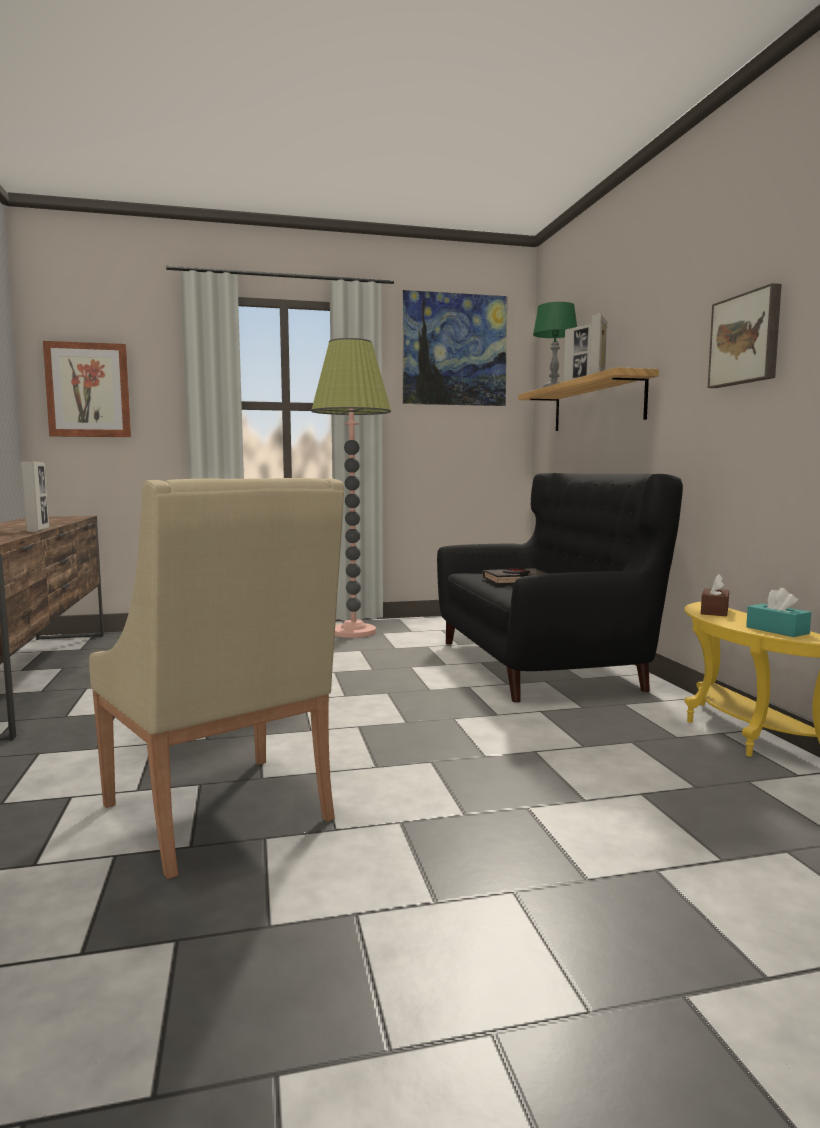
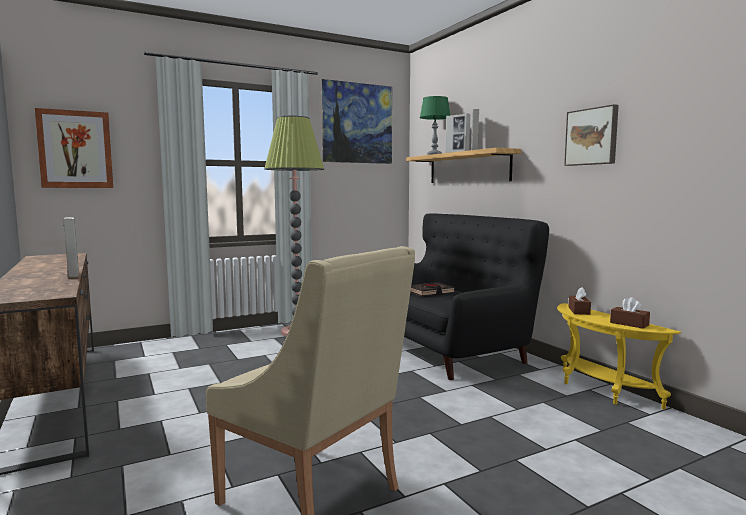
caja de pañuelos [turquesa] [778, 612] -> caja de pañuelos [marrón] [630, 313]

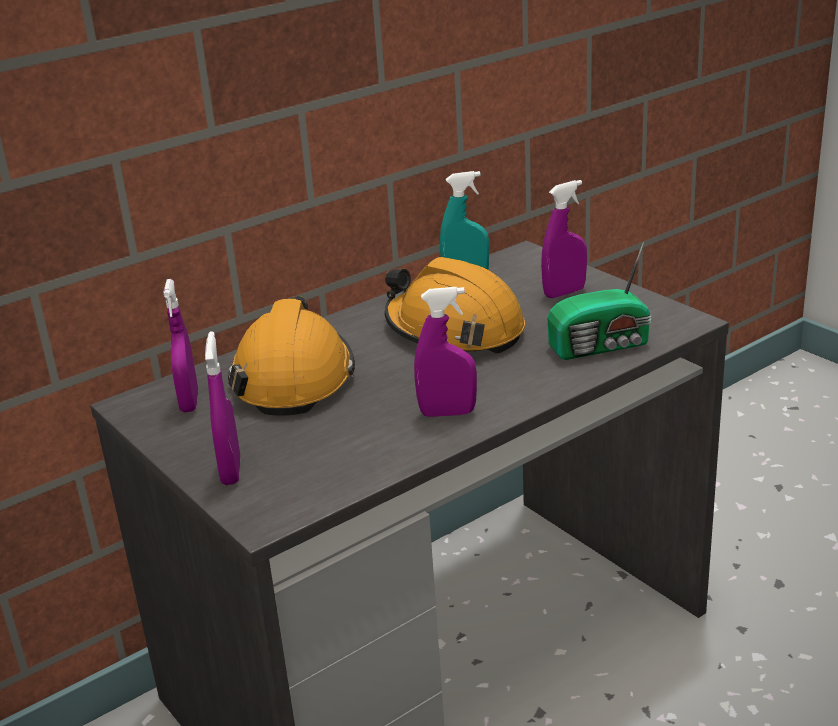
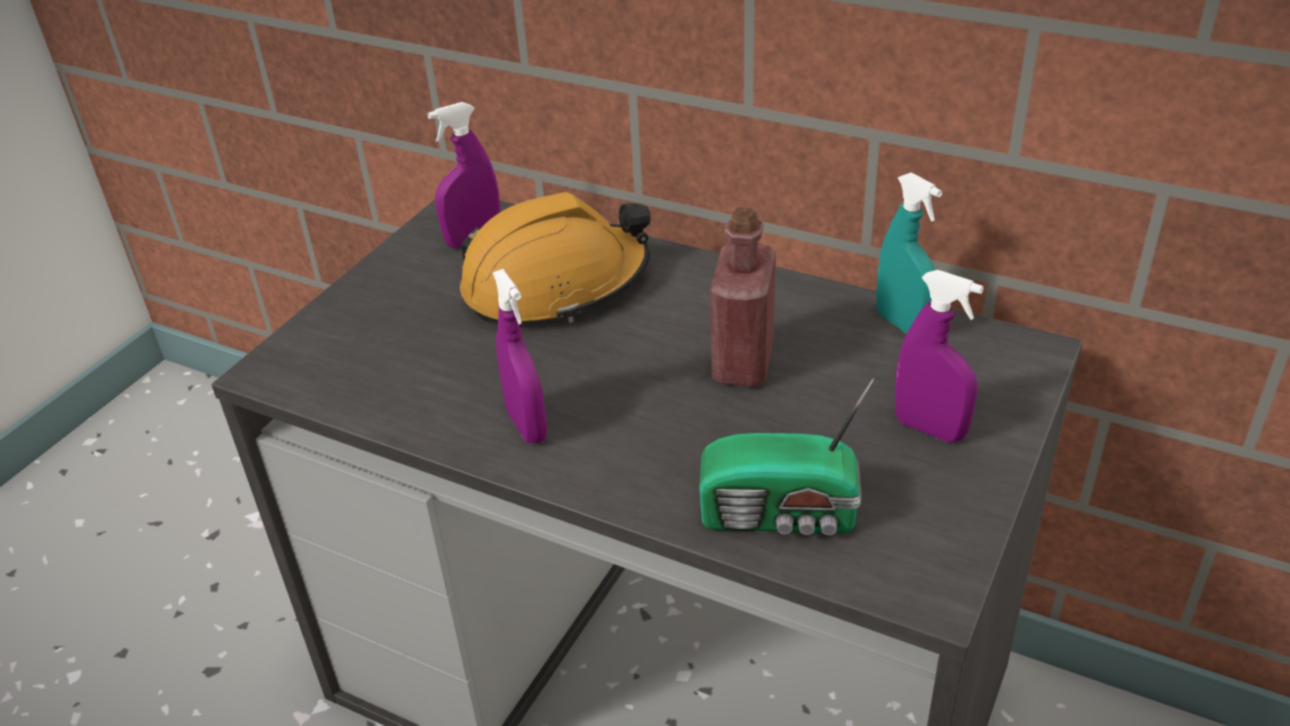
radio [599, 301] -> radio [786, 456], 45 degrees counterclockwise
casco [naranja] [455, 305] -> botella [rojo] [743, 297]
pulverizador [morado] [222, 408] -> none

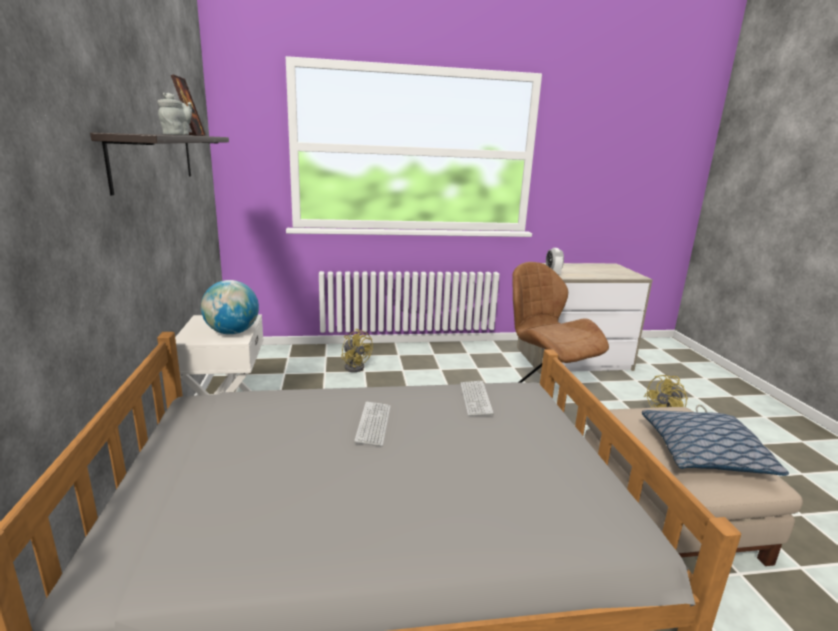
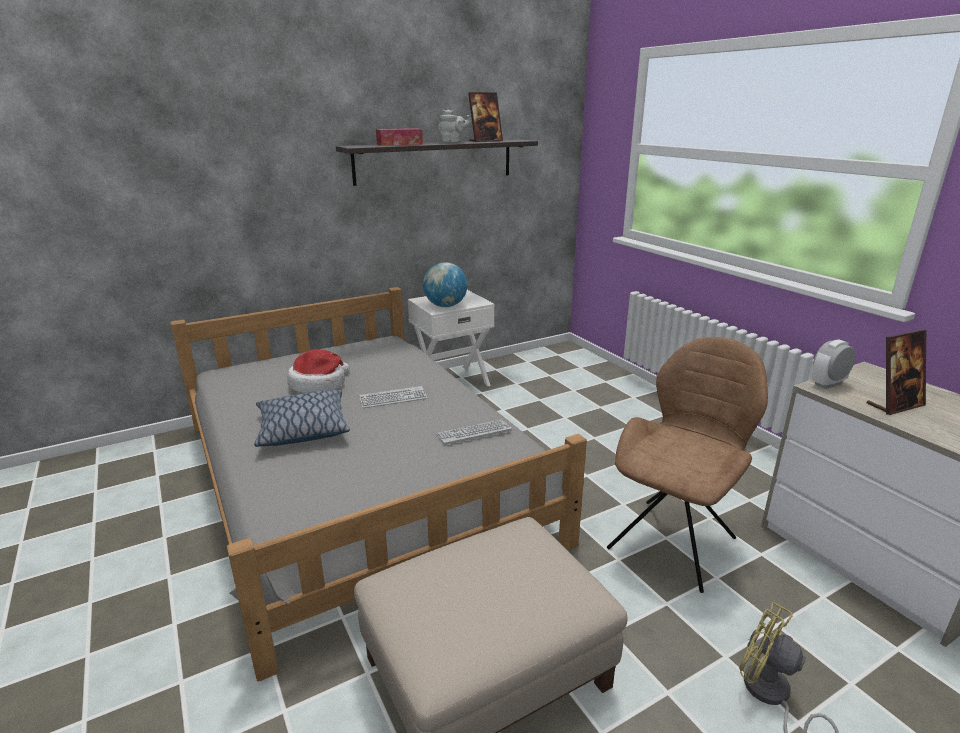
ventilador [amarillo] [357, 350] -> none
cojín [715, 443] -> cojín [302, 418], moved
none -> caja de pañuelos [399, 137]
none -> portarretratos [896, 372]
none -> sombrero [318, 371]

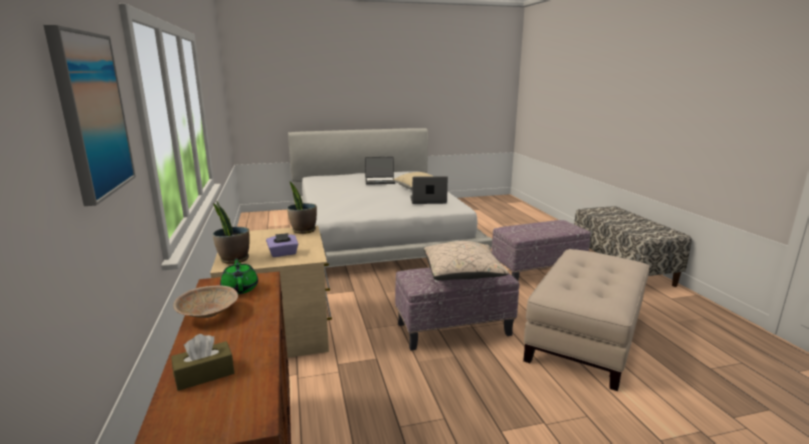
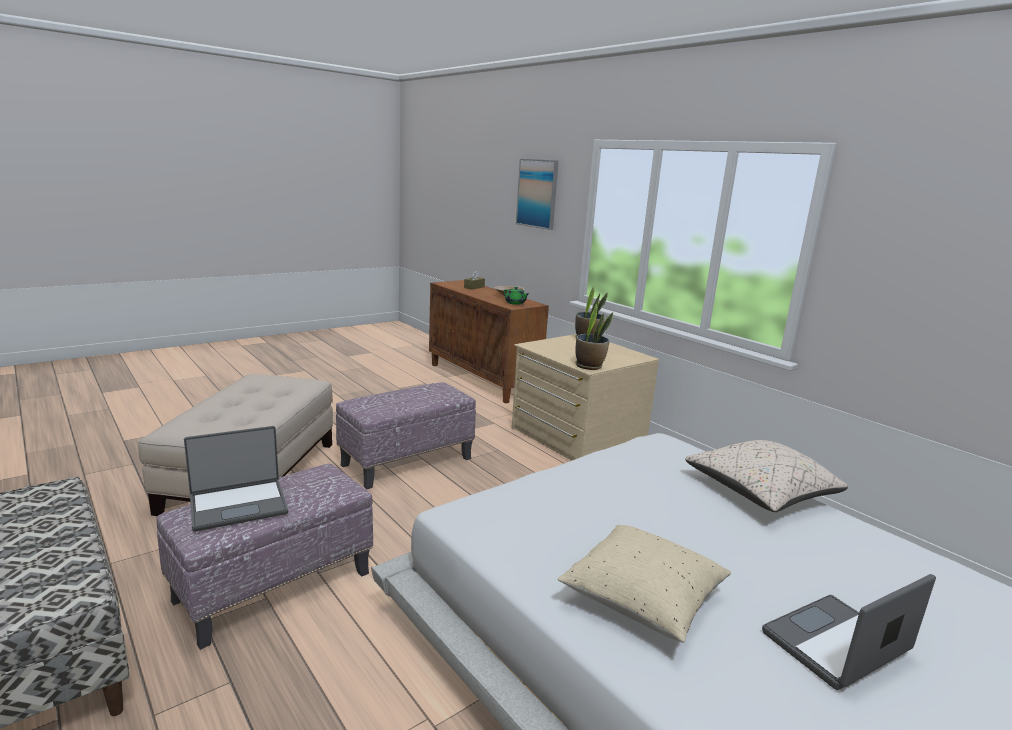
portátil [429, 190] -> portátil [236, 479], moved
caja de pañuelos [morado] [282, 245] -> none
cojín [beis] [466, 261] -> cojín [beis] [766, 476], moved

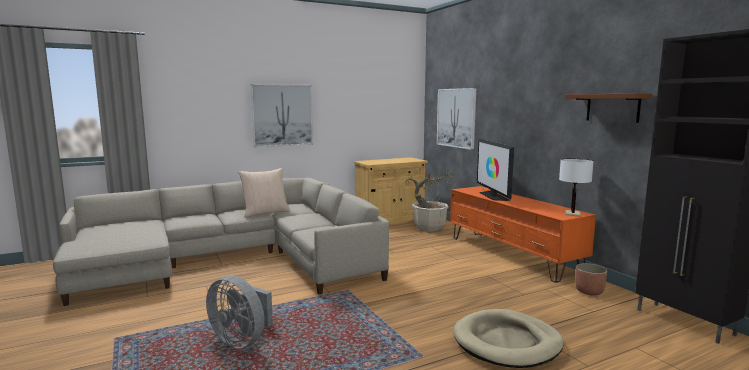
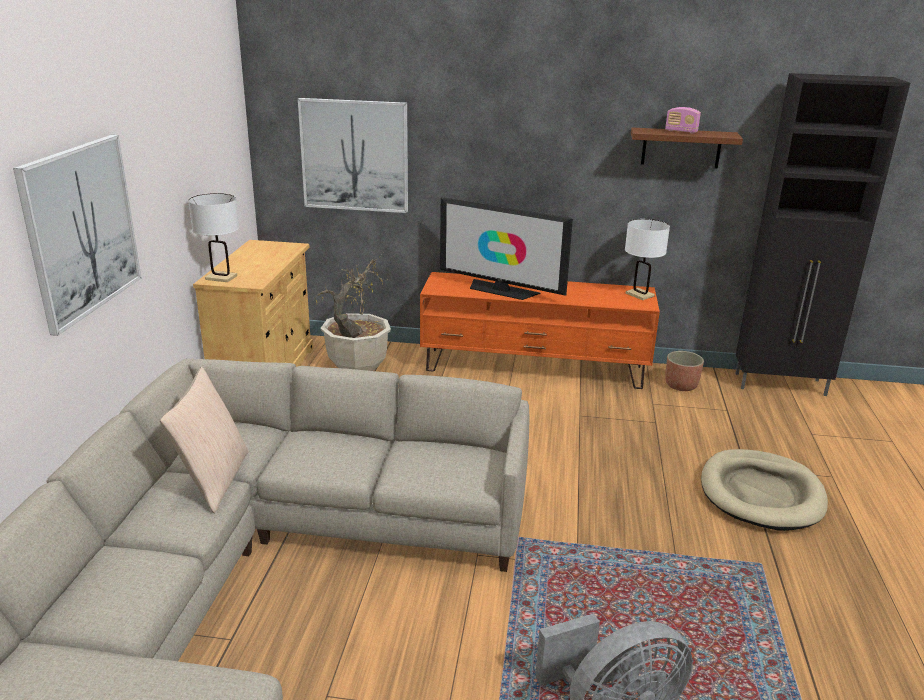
none -> radio [683, 120]
none -> lámpara de mesa [blanco] [213, 237]

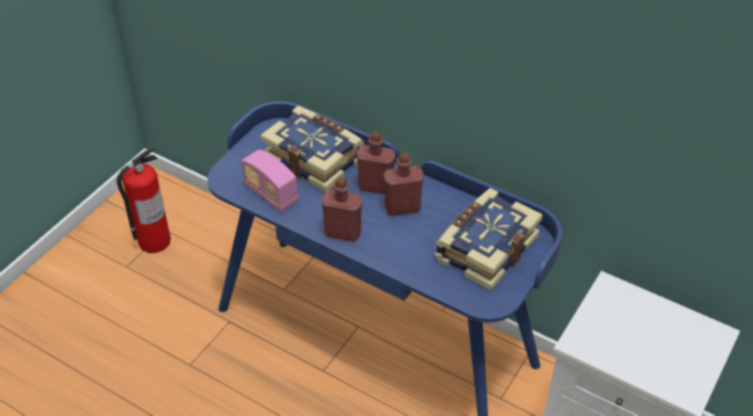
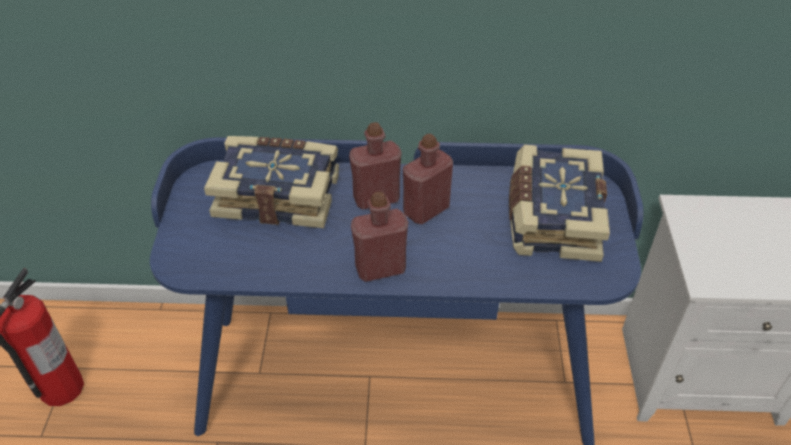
radio [270, 181] -> none

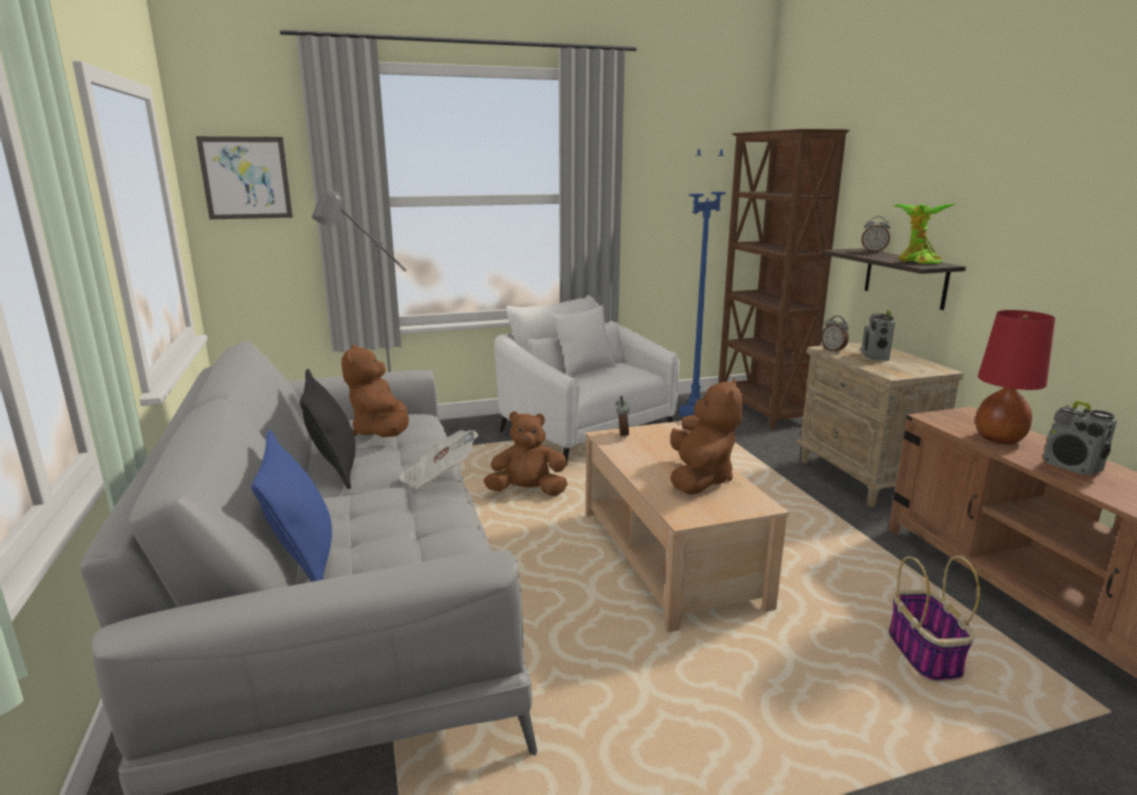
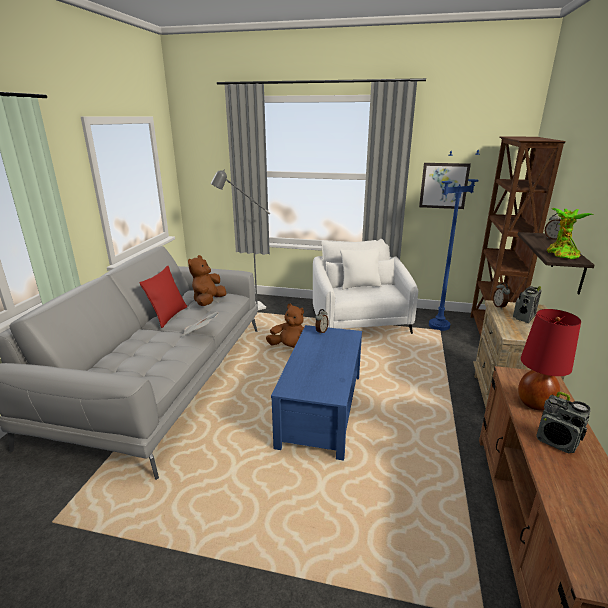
cuadro [244, 177] -> cuadro [445, 186], moved
cojín [negro] [328, 429] -> cojín [rojo] [163, 297]
peluche [marrón] [706, 436] -> none
radio [1080, 438] -> radio [563, 422], 45 degrees counterclockwise
mesa de centro [beis] [687, 527] -> mesa de centro [azul] [316, 393]
cojín [azul] [291, 506] -> none
cesta [934, 619] -> none

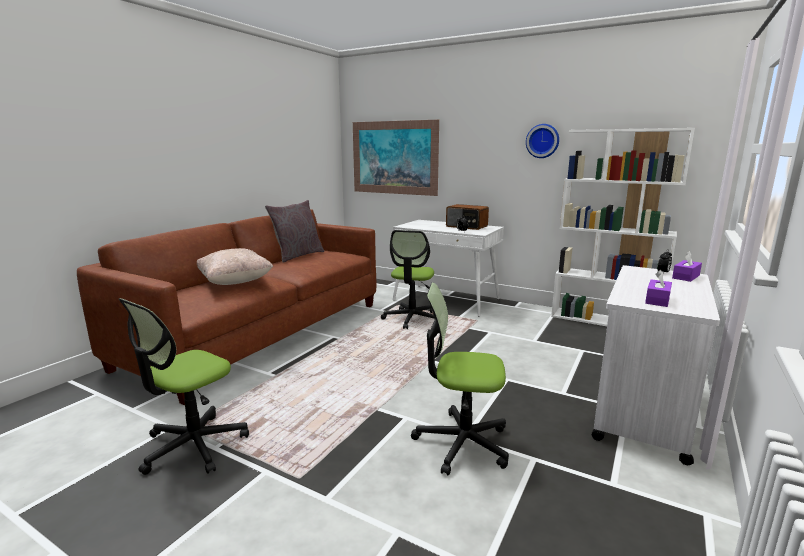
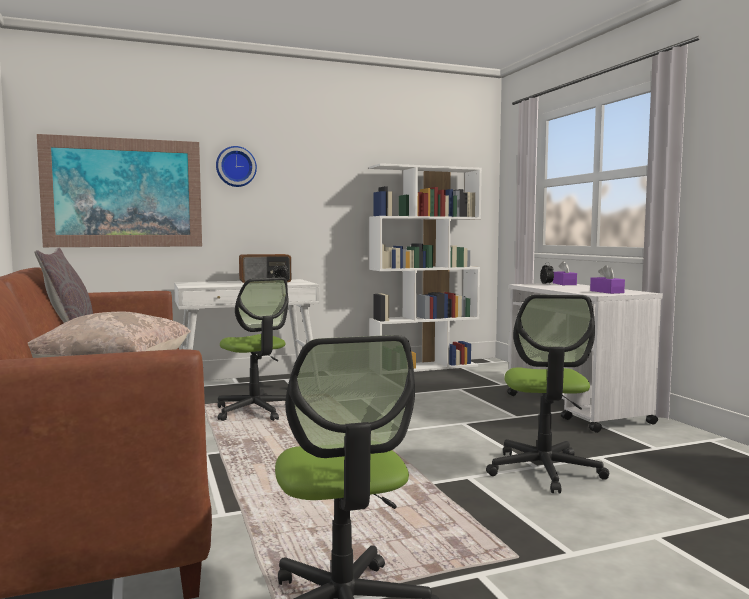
reloj de pared [542, 141] -> reloj de pared [236, 166], moved
silla de oficina [460, 379] -> silla de oficina [547, 394], 45 degrees counterclockwise

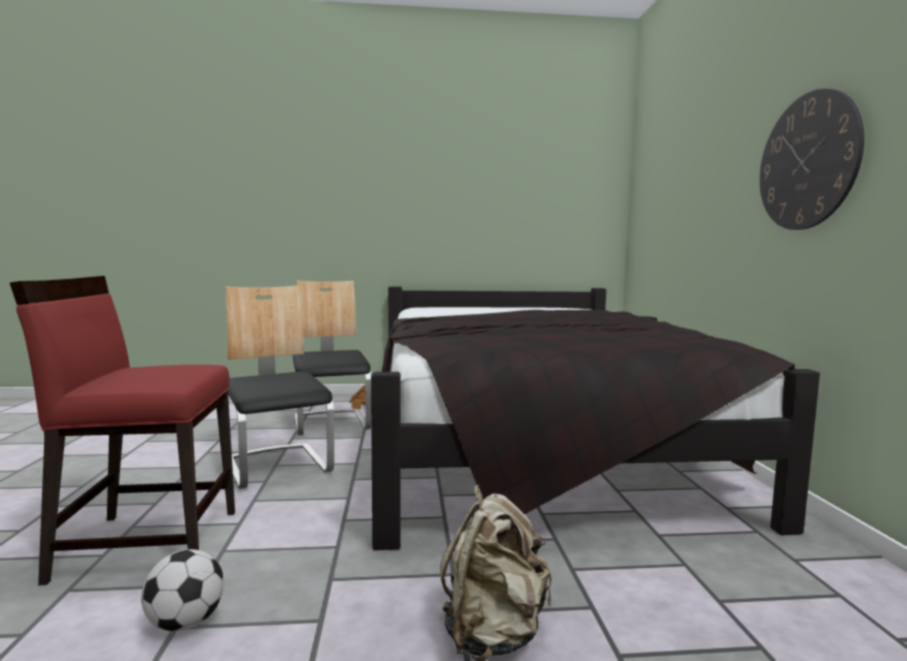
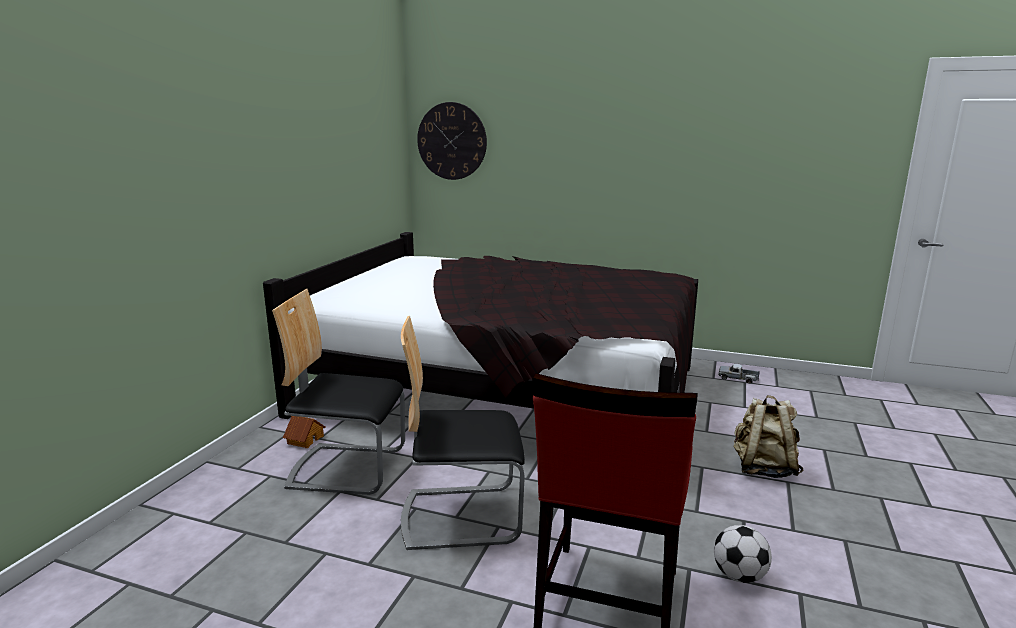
reloj de pared [812, 159] -> reloj de pared [452, 141], moved
none -> camión de juguete [739, 373]

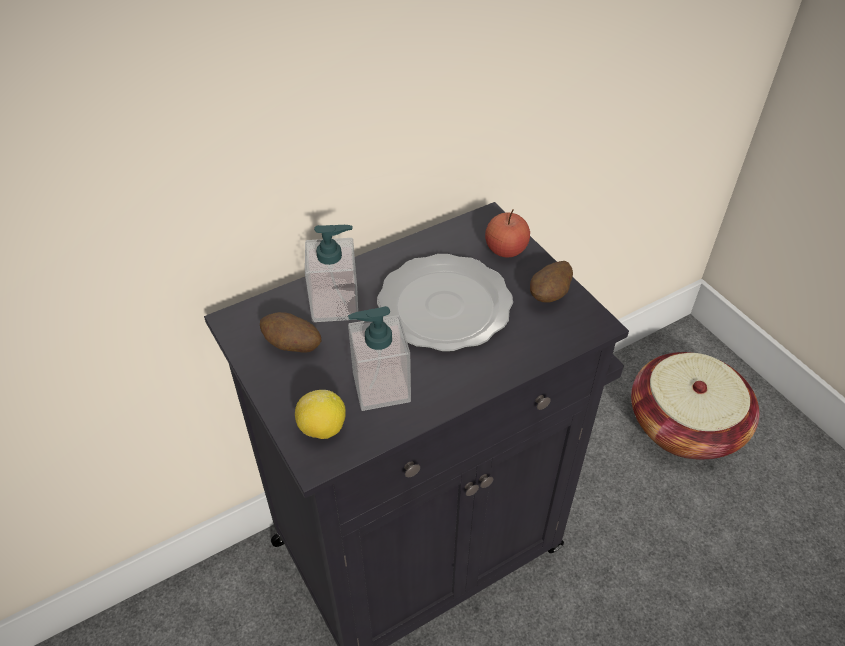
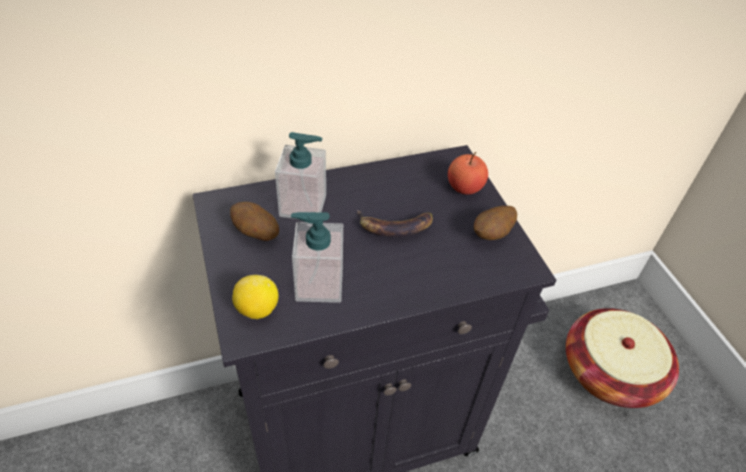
plato [445, 303] -> plátano [395, 223]

